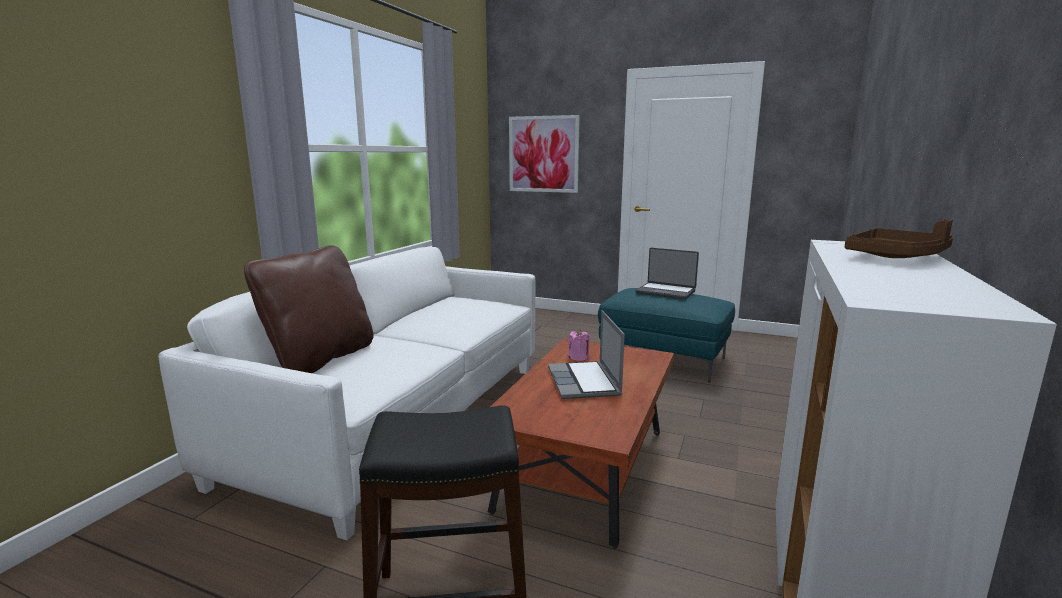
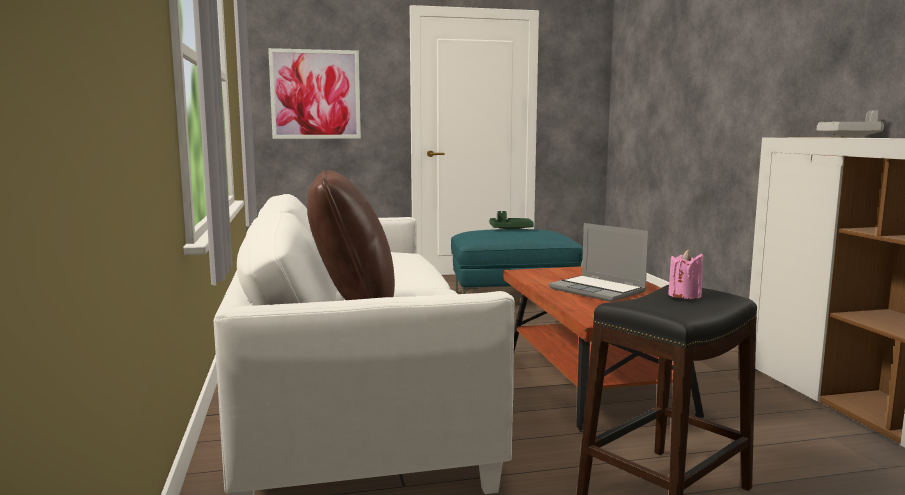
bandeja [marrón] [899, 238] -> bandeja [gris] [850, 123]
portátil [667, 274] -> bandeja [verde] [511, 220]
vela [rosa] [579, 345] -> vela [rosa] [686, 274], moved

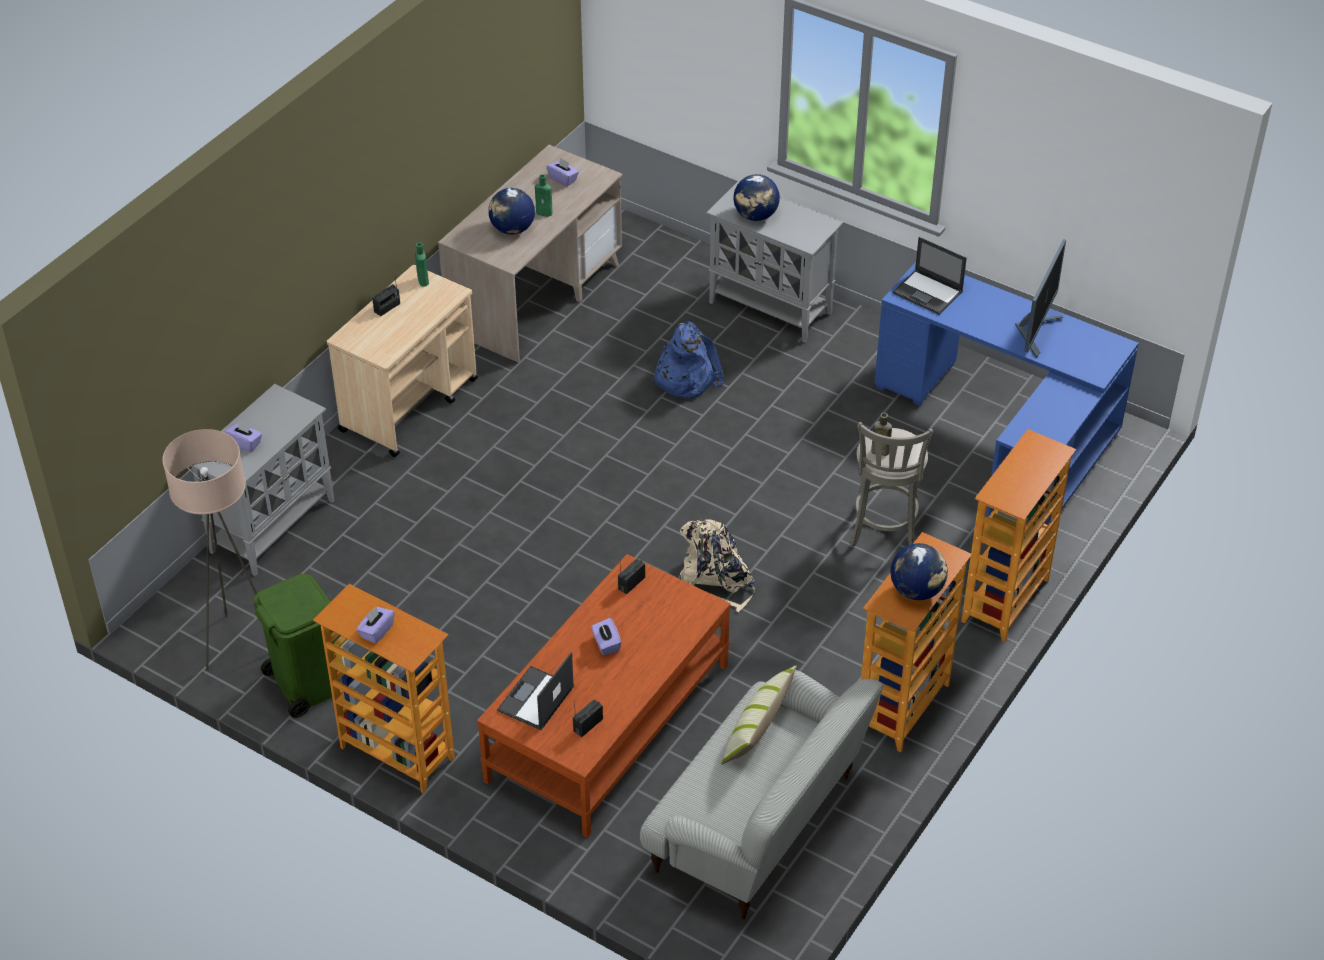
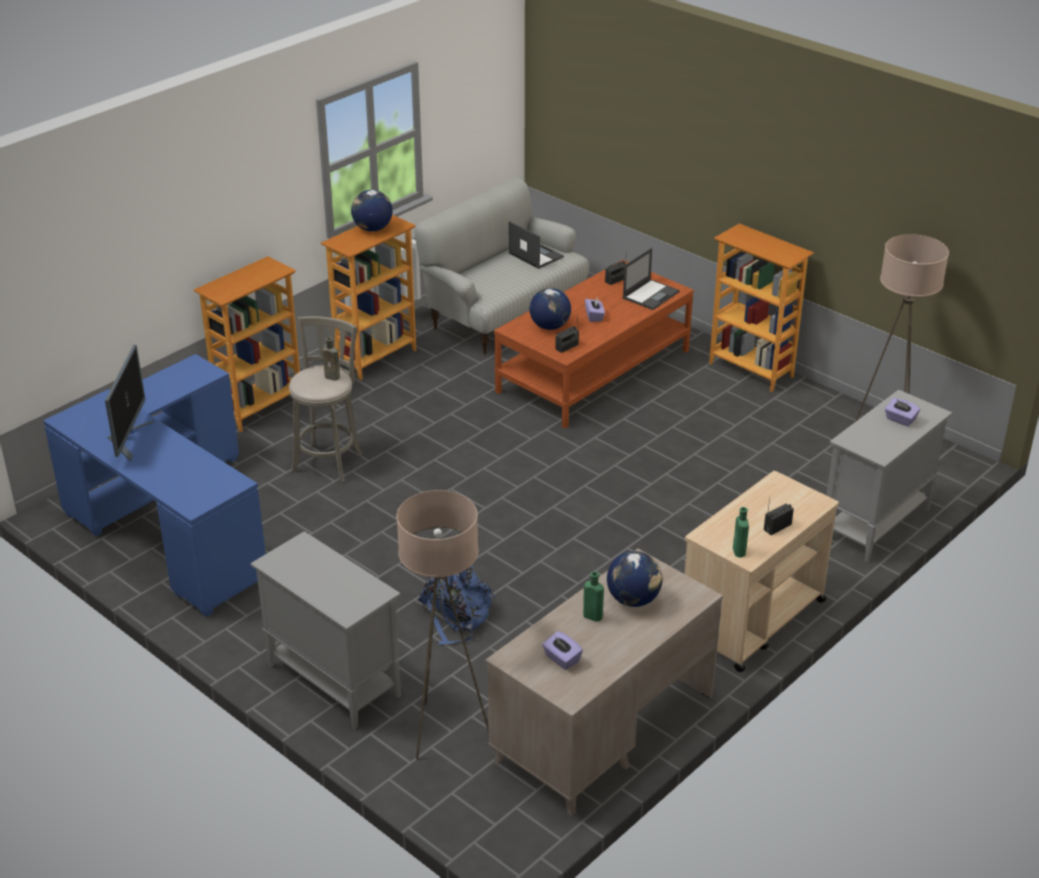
globo terráqueo [756, 197] -> globo terráqueo [550, 309], moved
portátil [930, 276] -> portátil [536, 245], moved
monitor [1040, 298] -> monitor [129, 403], 150 degrees clockwise
mochila [beis] [716, 565] -> none
papelera [verde] [297, 646] -> none
caja de pañuelos [morado] [375, 625] -> none
cojín [759, 715] -> none
none -> lámpara de pie [beis] [443, 625]

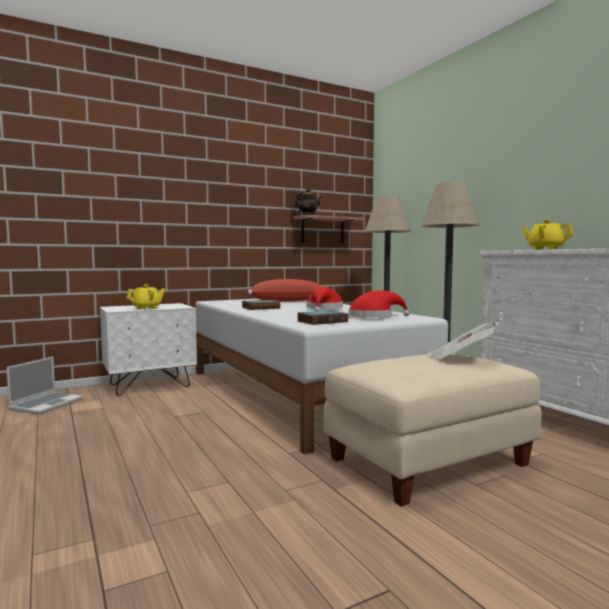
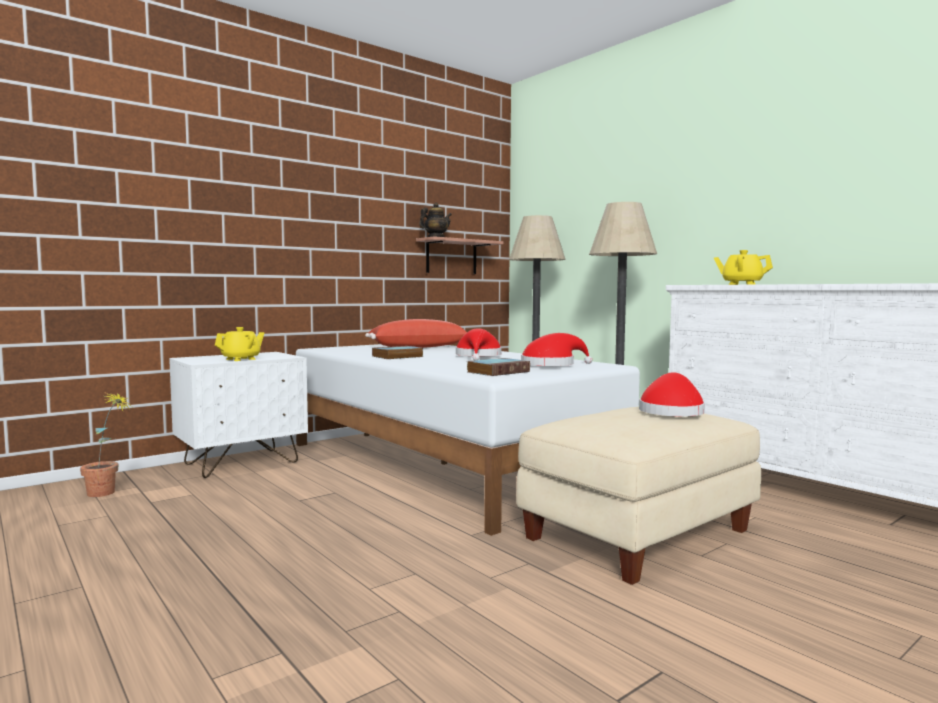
periódico [463, 340] -> sombrero [rojo] [672, 394]
portátil [44, 385] -> planta en maceta [107, 445]

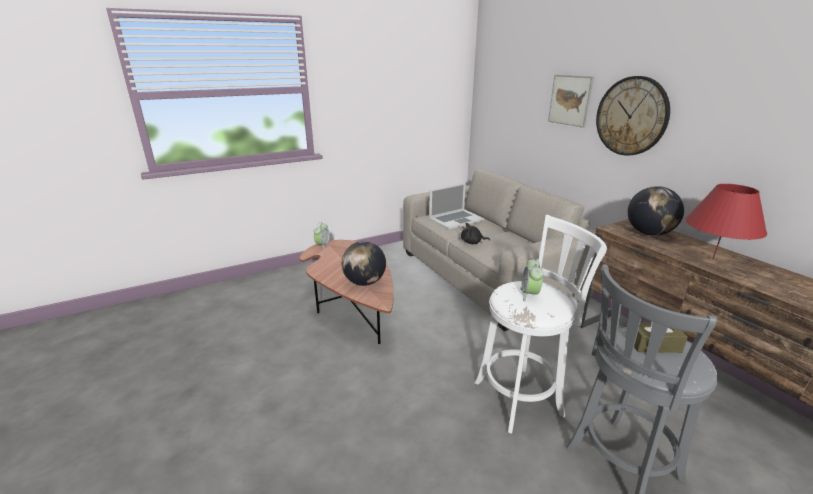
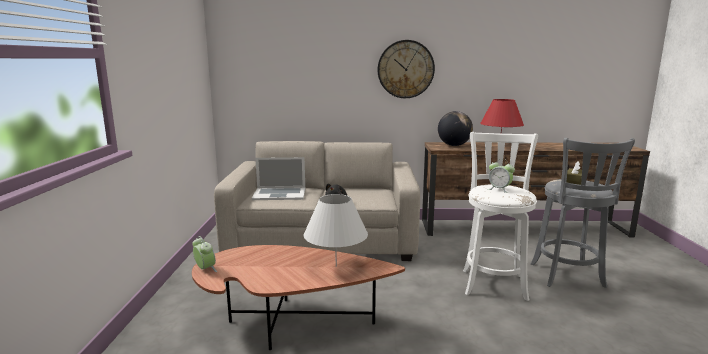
cuadro [571, 101] -> none
portátil [456, 206] -> portátil [278, 178], 90 degrees clockwise
globo terráqueo [364, 263] -> lámpara de mesa [blanco] [336, 230]

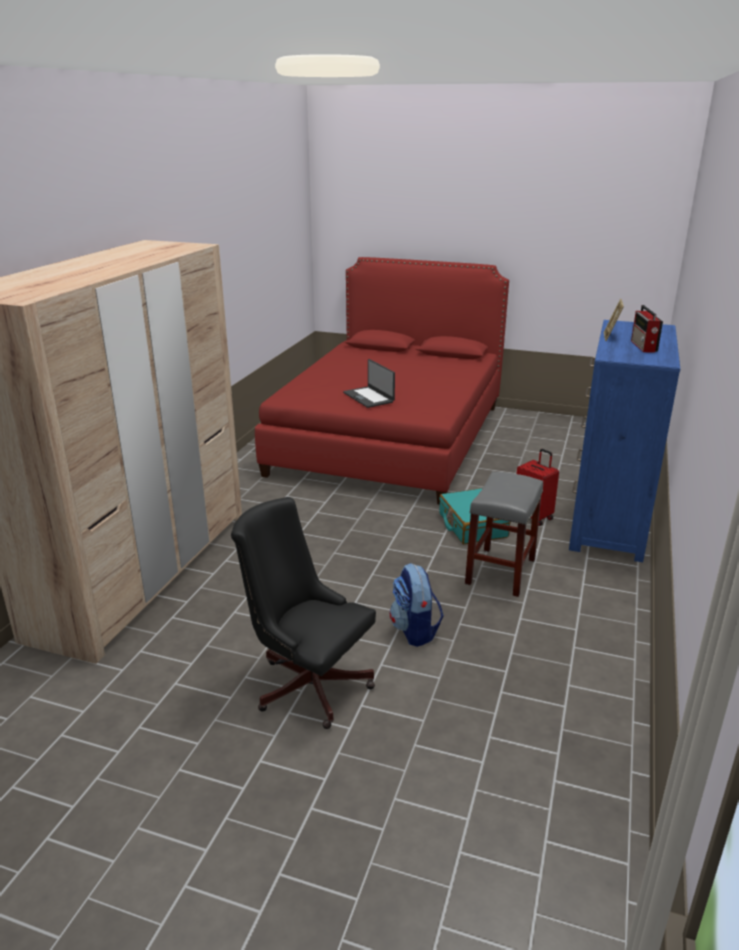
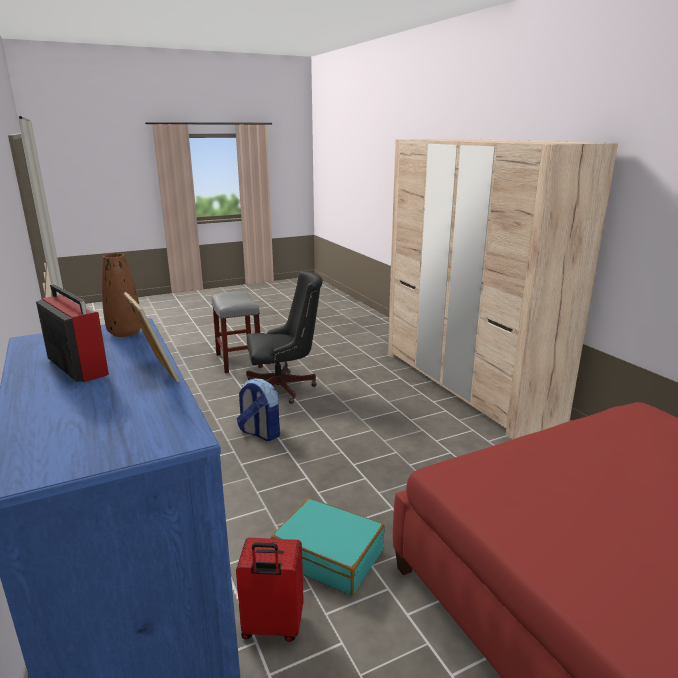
portátil [369, 383] -> none
taburete [gris] [504, 534] -> taburete [gris] [237, 333], moved
none -> florero [marrón] [121, 295]

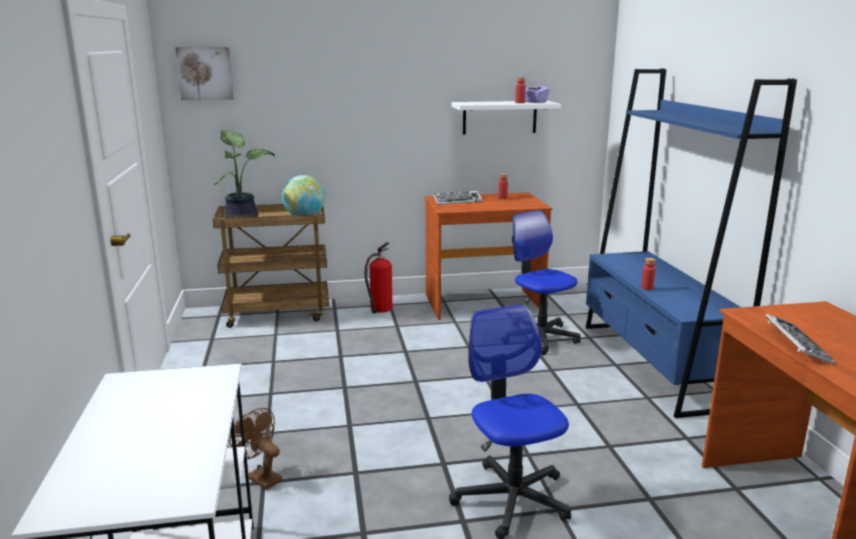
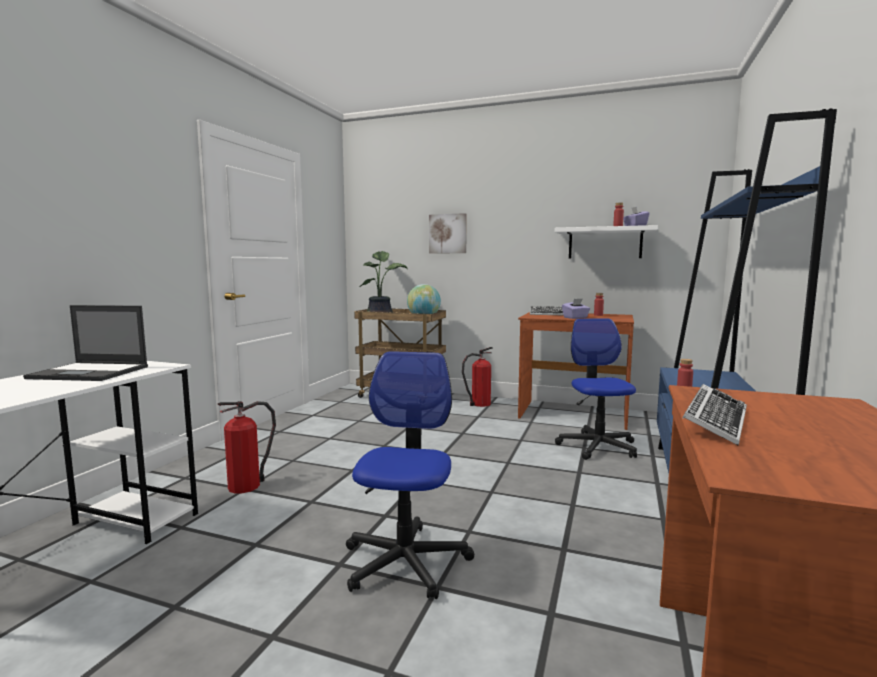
cuadro [204, 73] -> cuadro [448, 233], moved
ventilador [marrón] [254, 449] -> extintor [247, 447]
none -> caja de pañuelos [morado] [576, 309]
none -> portátil [85, 343]

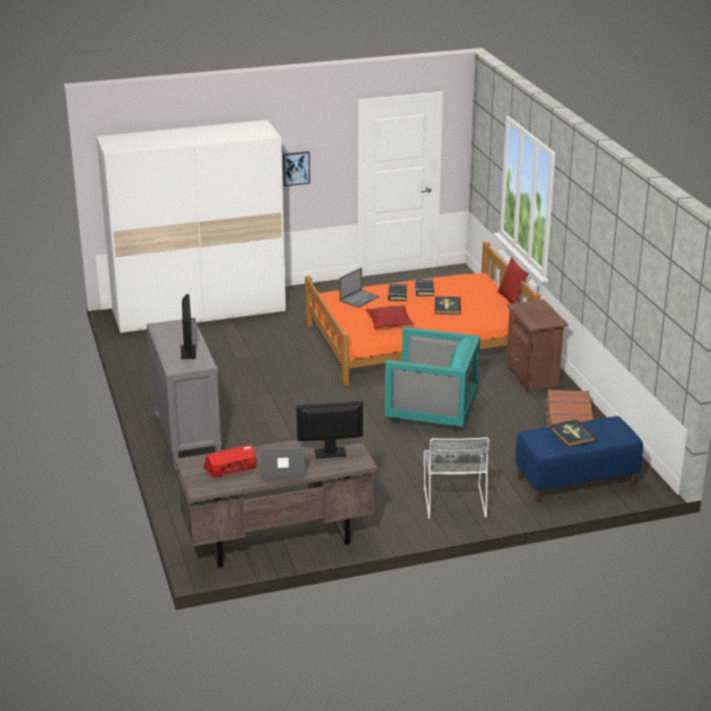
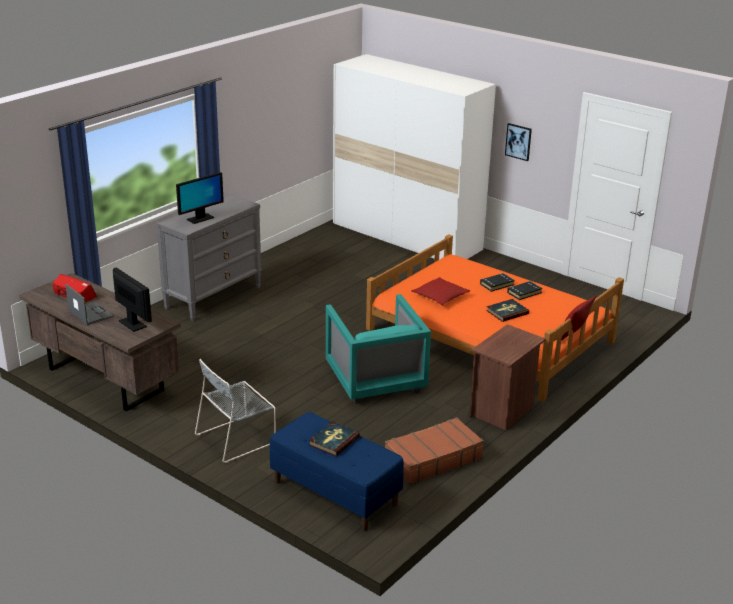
portátil [359, 287] -> none

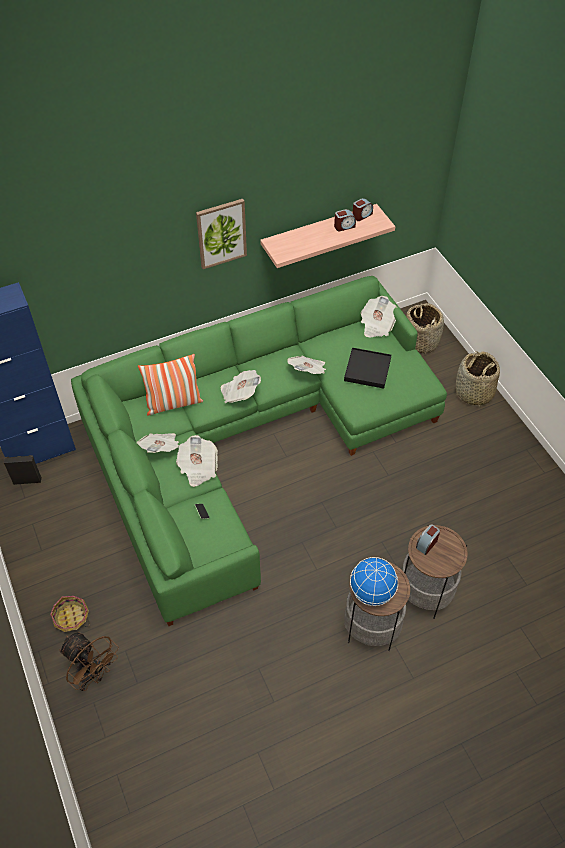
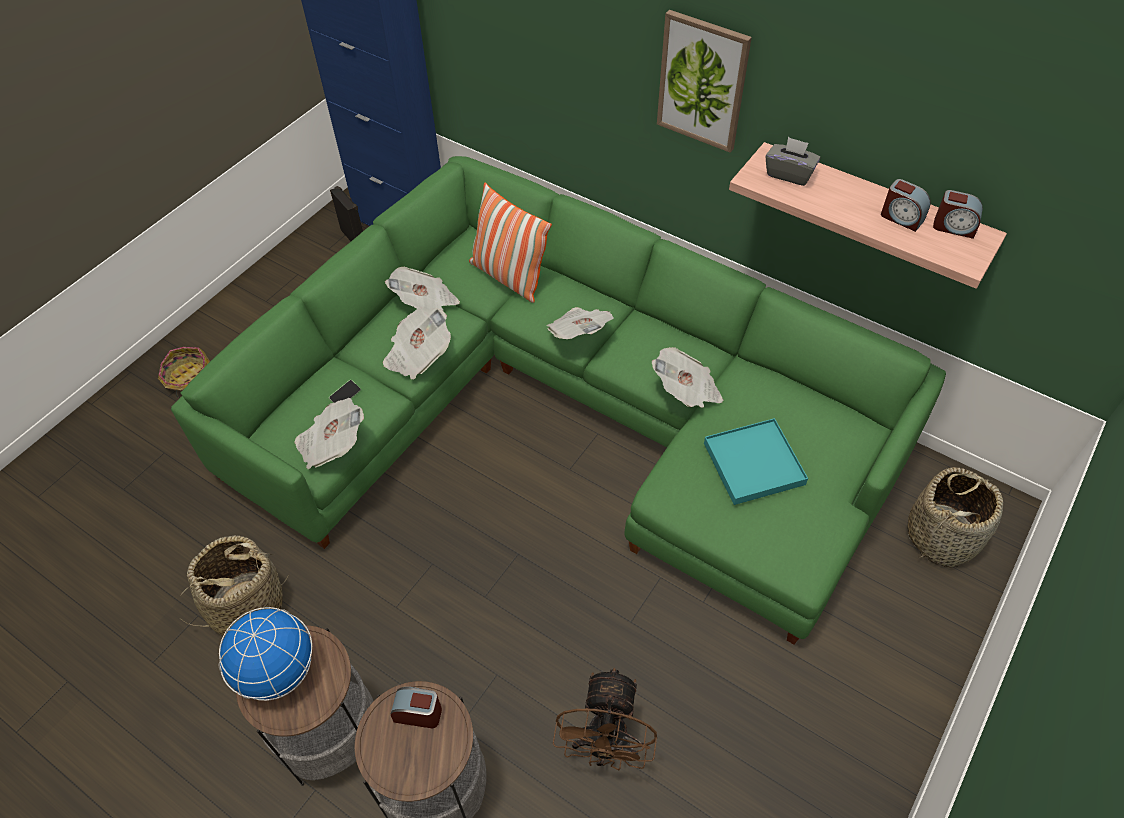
periódico [378, 316] -> periódico [329, 433], moved
bandeja [negro] [367, 368] -> bandeja [turquesa] [756, 461]
cesta [478, 378] -> cesta [232, 586], moved
ventilador [marrón] [89, 661] -> ventilador [marrón] [605, 718], moved
none -> caja de pañuelos [gris] [793, 161]

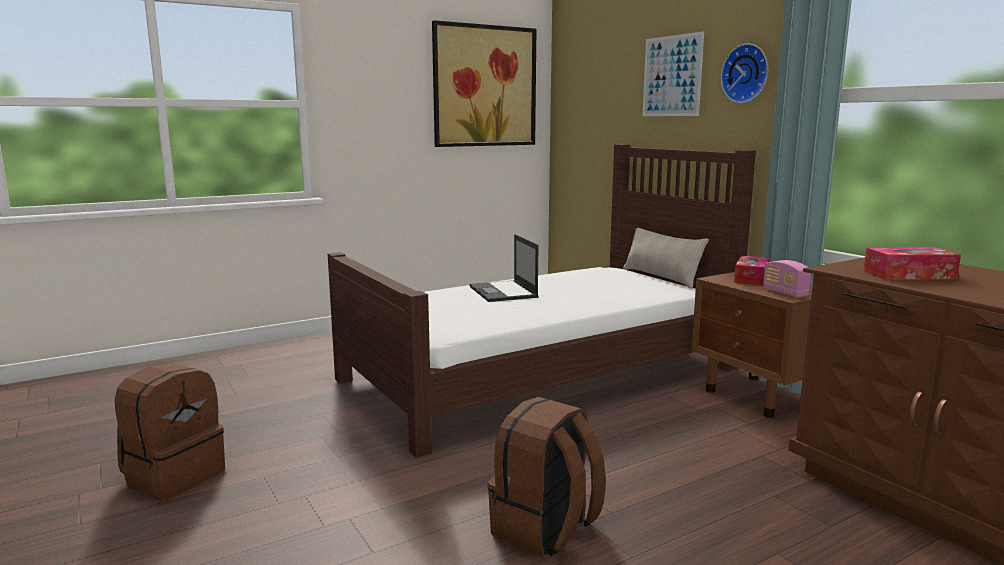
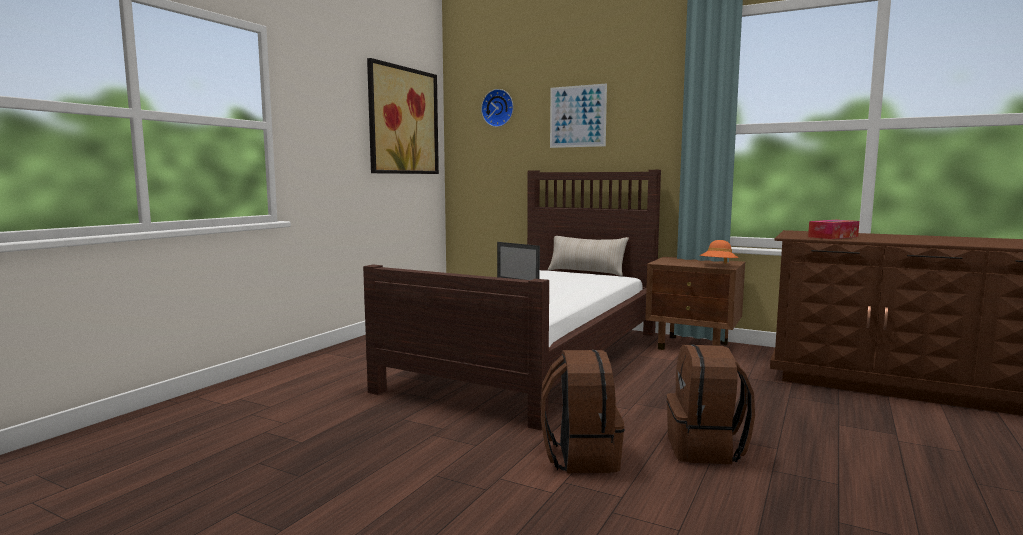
reloj de pared [744, 73] -> reloj de pared [497, 108], moved
caja de pañuelos [751, 270] -> none
radio [787, 279] -> sombrero [naranja] [719, 252]
mochila [marrón] [169, 432] -> mochila [marrón] [582, 411], moved

